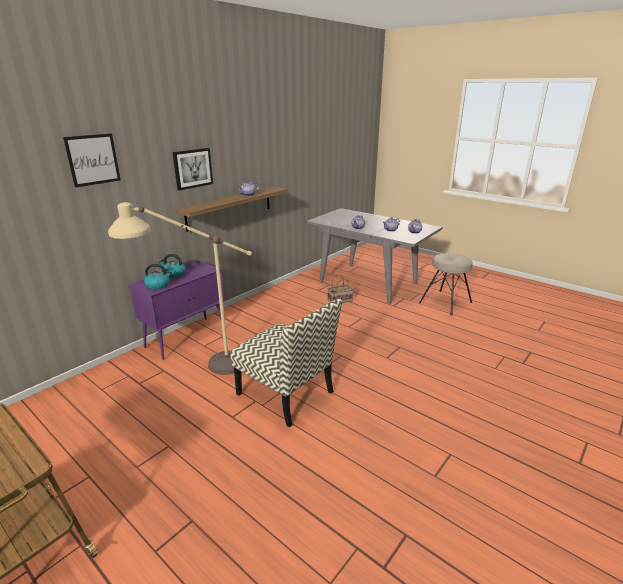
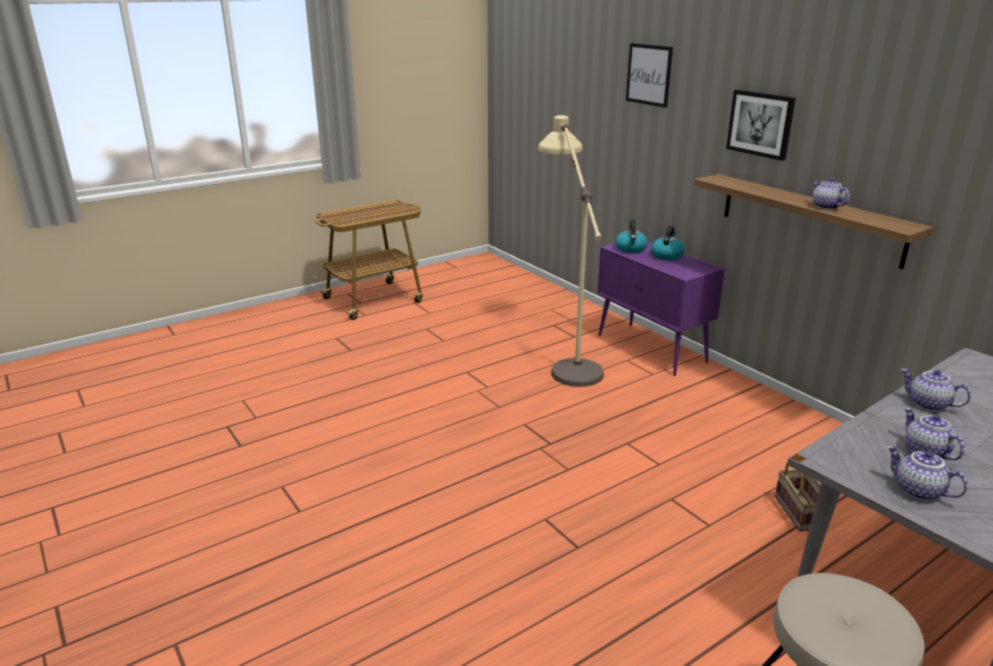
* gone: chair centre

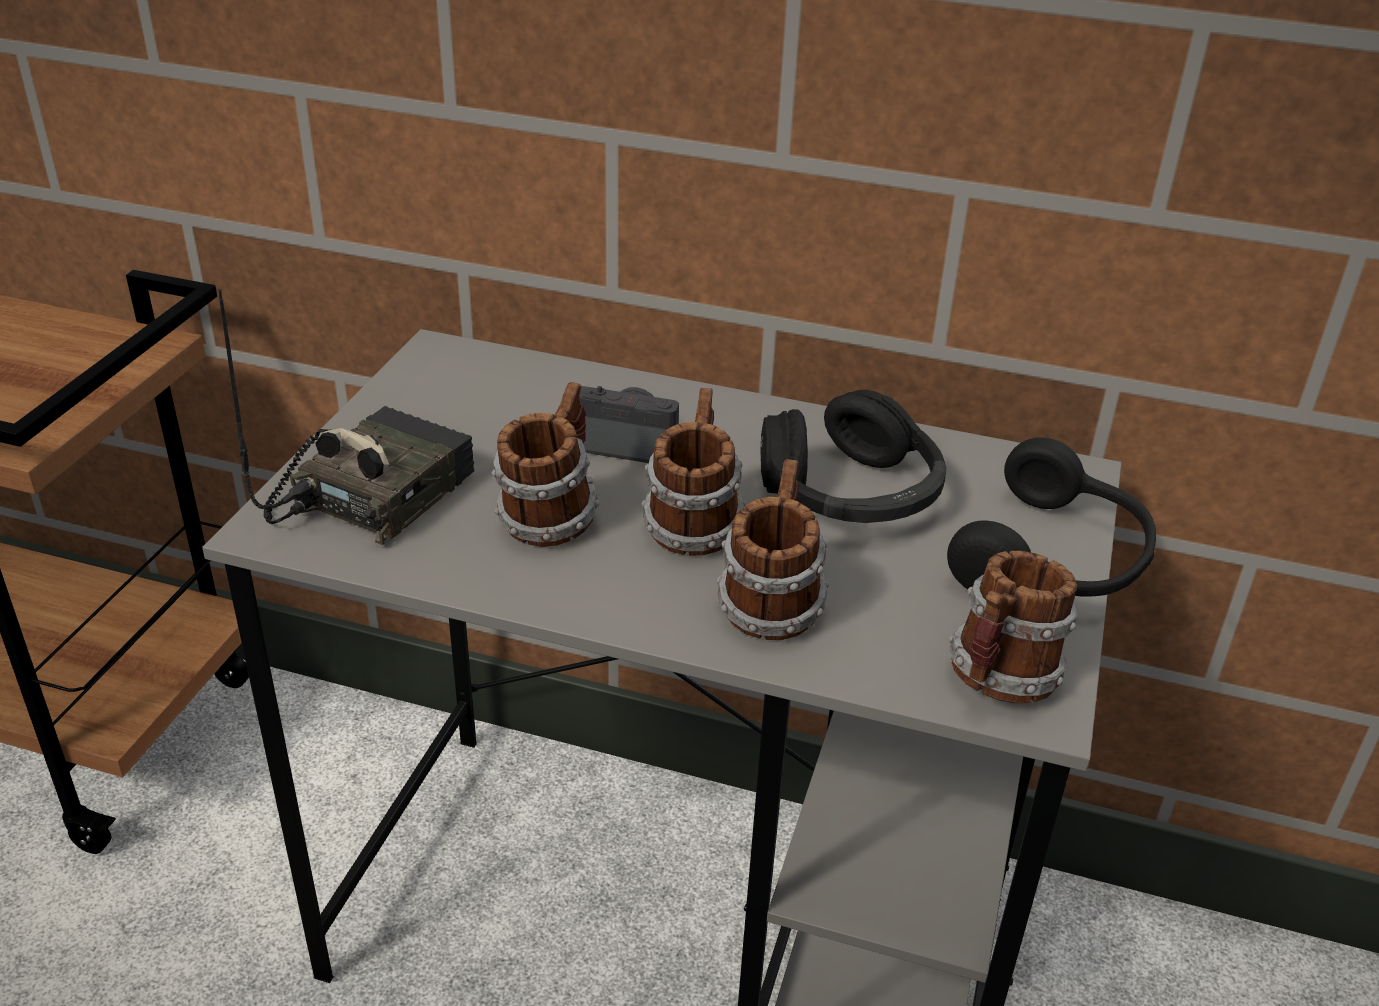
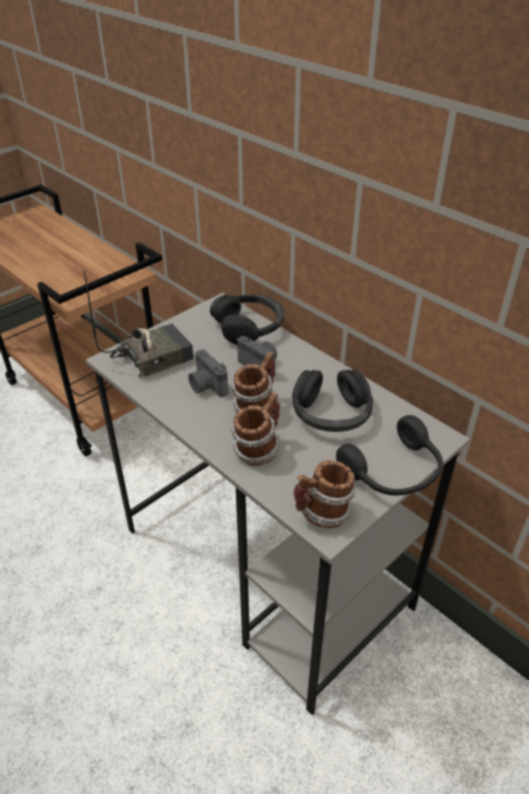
* swapped: mug (no. 1 from left) centre to photo camera (no. 1 from left) centre
* new: headphones (black) (no. 1 from left) centre

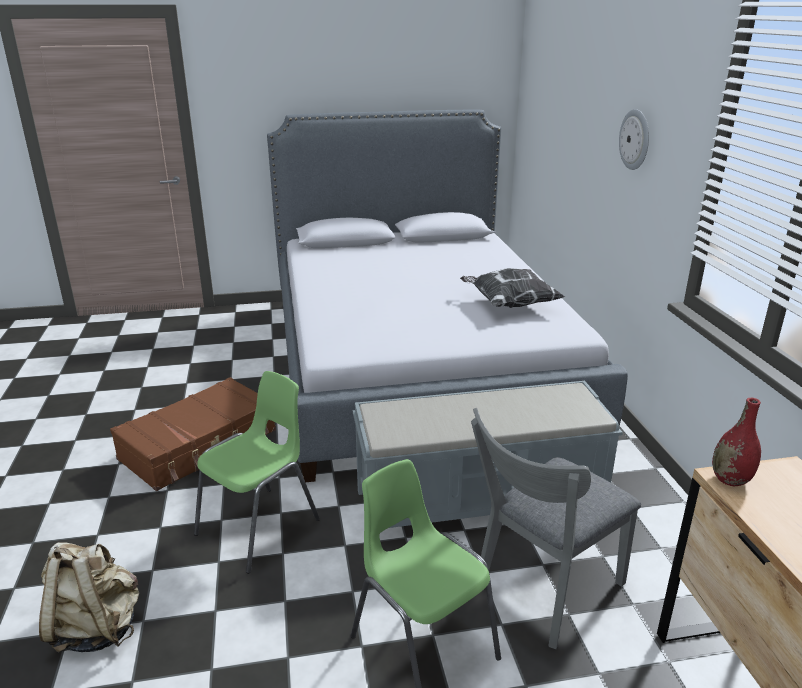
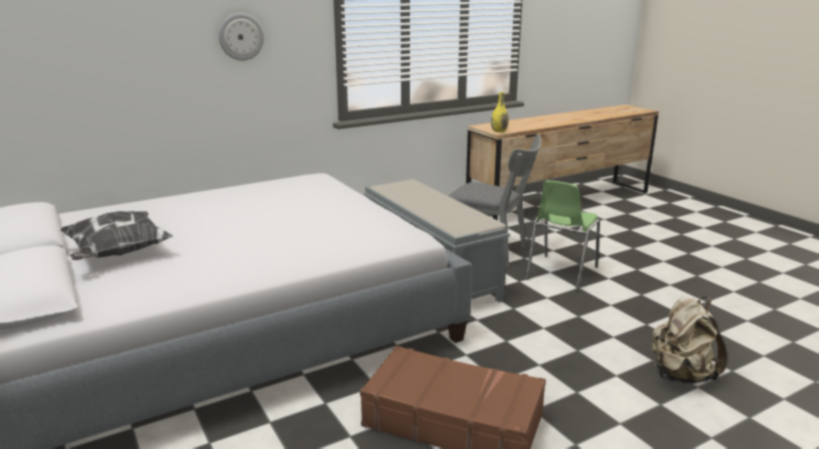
* gone: chair (green) (no. 1 from left) bottom left
* shifted: pillow centre to middle left
* repainted: vase (red) middle right to vase (yellow) top centre

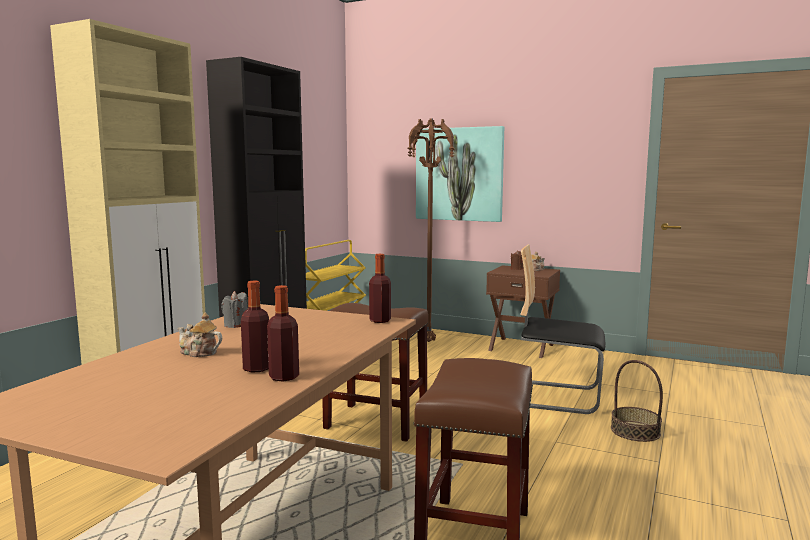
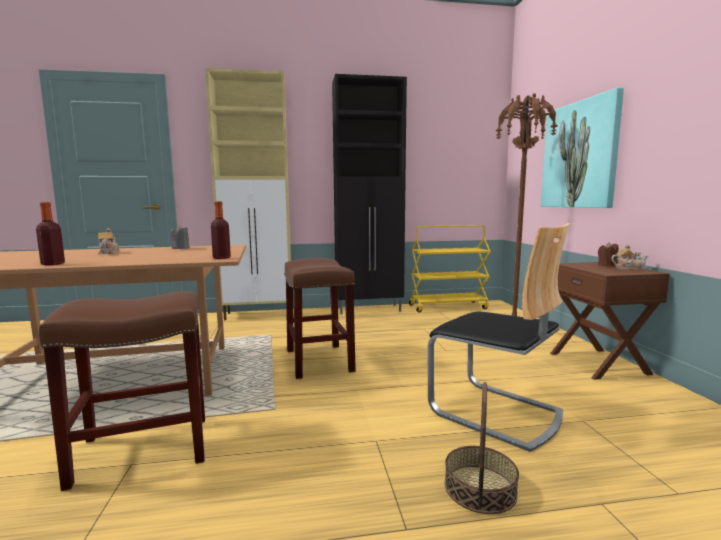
* gone: bottle (no. 1 from left) middle left
* rotated: chair middle right = middle right 150 degrees clockwise

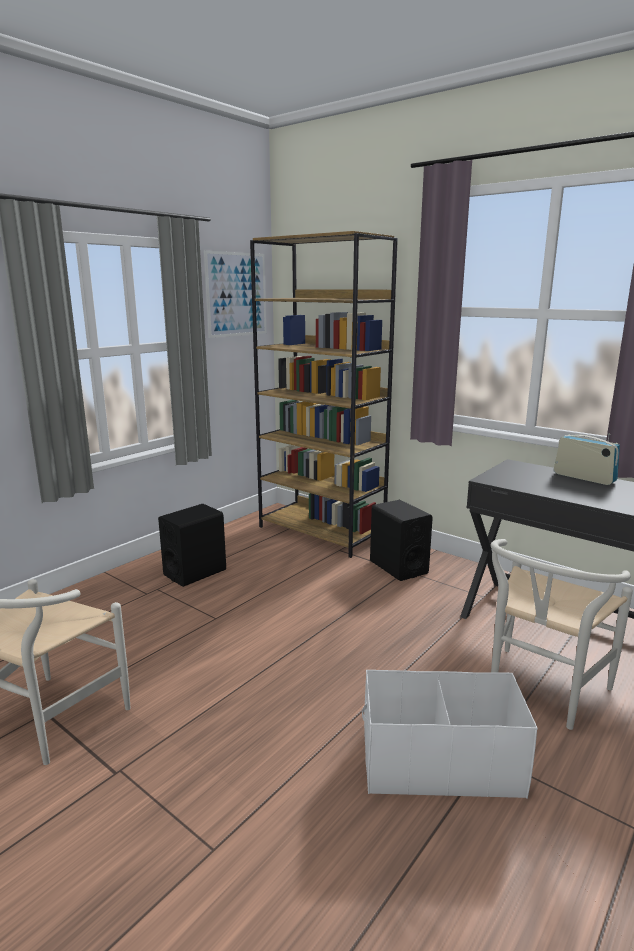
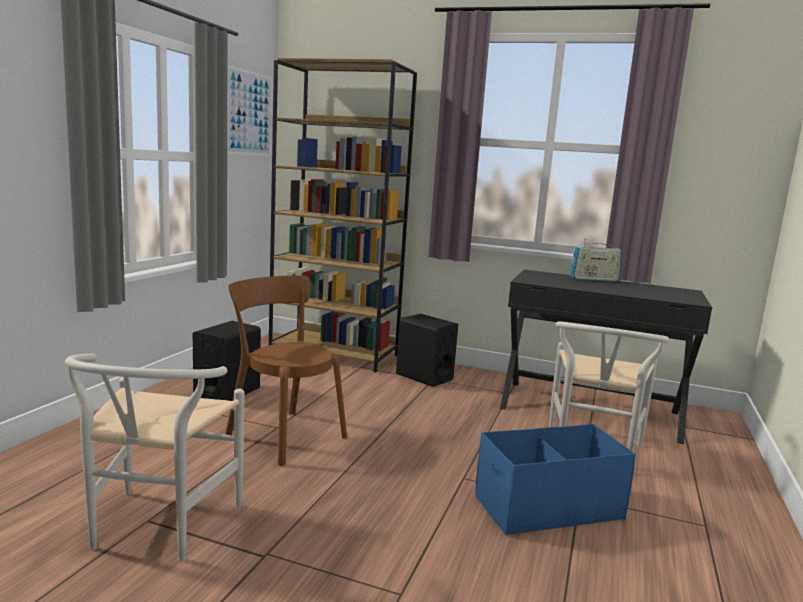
* repainted: storage box (white) bottom right to storage box (blue) bottom right
* rotated: radio middle right = middle right 150 degrees clockwise
* new: chair (brown) centre

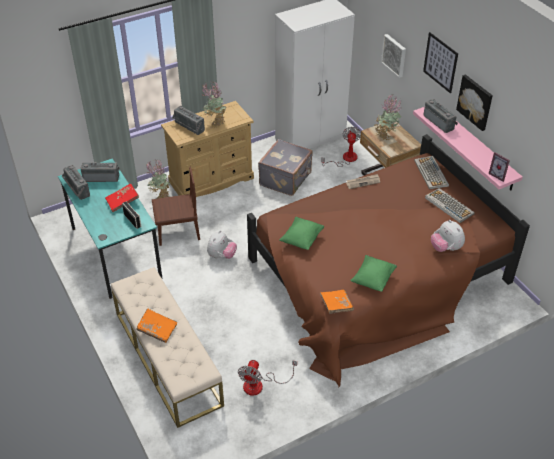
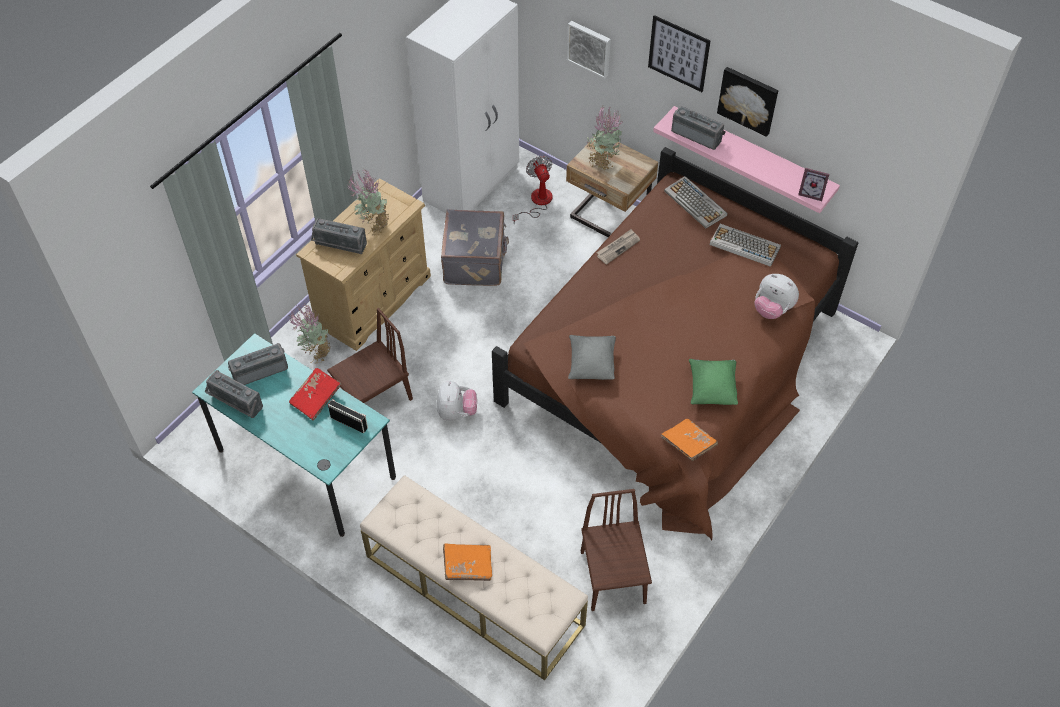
* swapped: fan (no. 1 from left) bottom centre to chair (brown) (no. 2 from left) bottom centre
* repainted: pillow (green) (no. 1 from left) centre to pillow (grey) centre

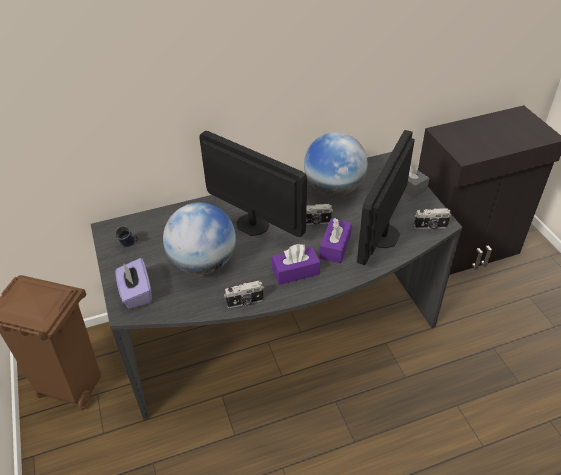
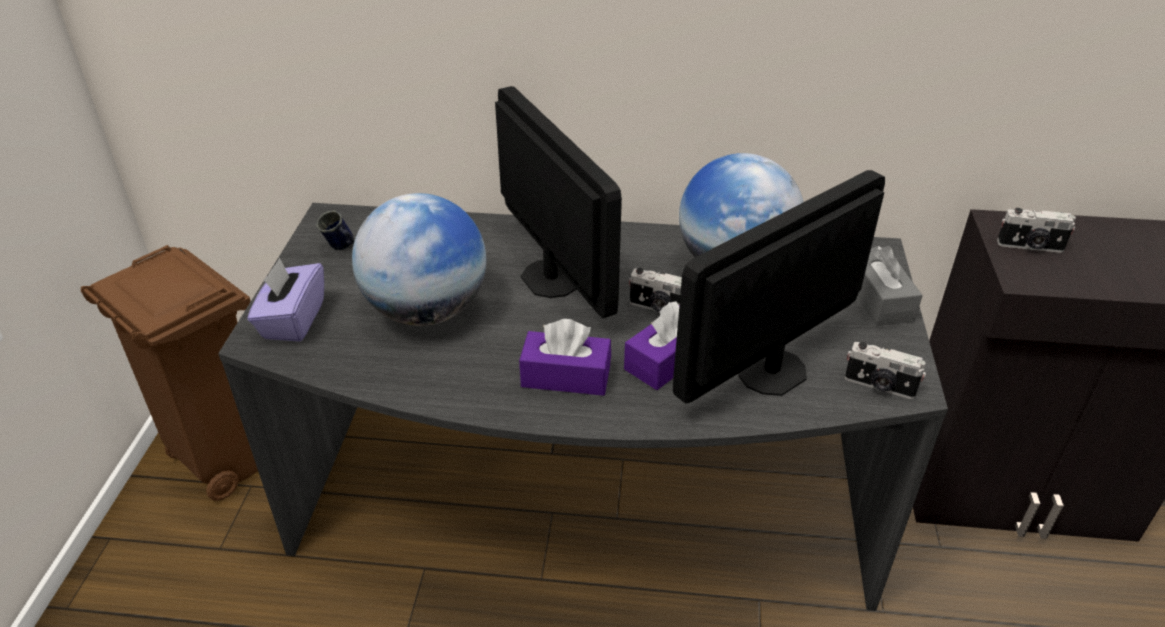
* shifted: photo camera (no. 1 from left in the first image) centre to photo camera (no. 3 from left) middle right

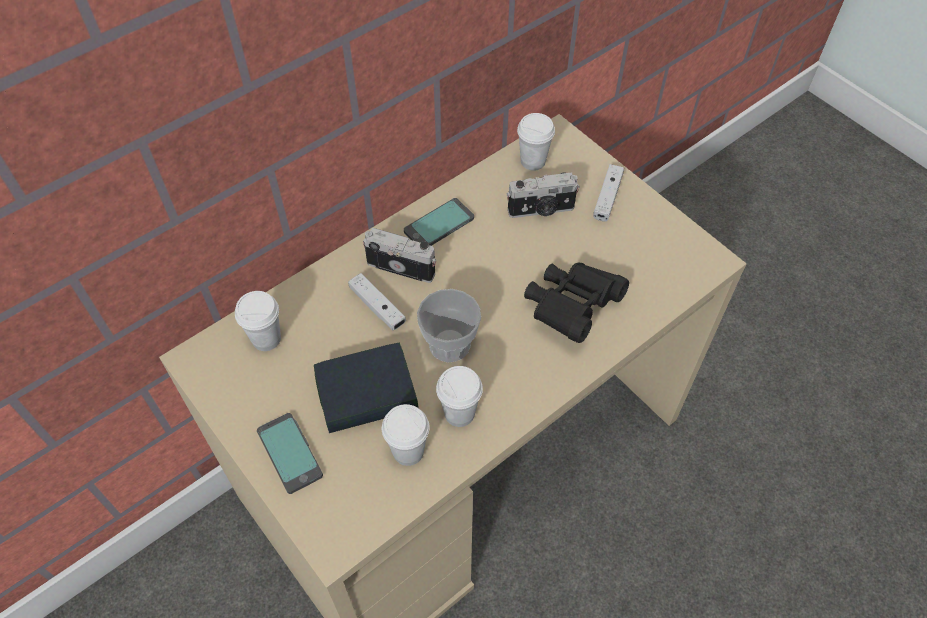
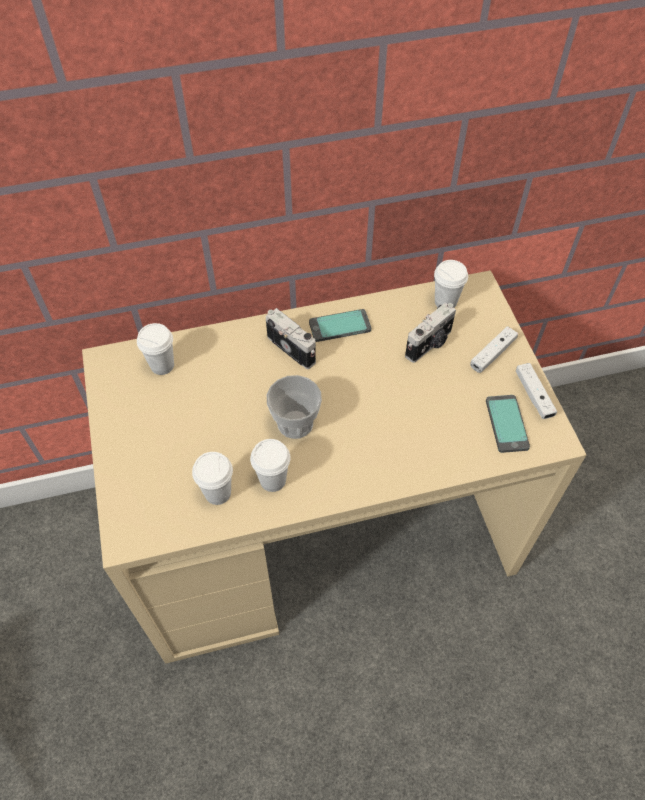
* shifted: phone (no. 1 from left in the first image) bottom left to phone (no. 2 from left) middle right
* gone: book centre
* shifted: game controller (white) (no. 1 from left in the first image) centre to game controller (white) (no. 2 from left) middle right
* rotated: photo camera (no. 2 from left) top centre = middle right 60 degrees counterclockwise
* gone: binoculars (black) centre

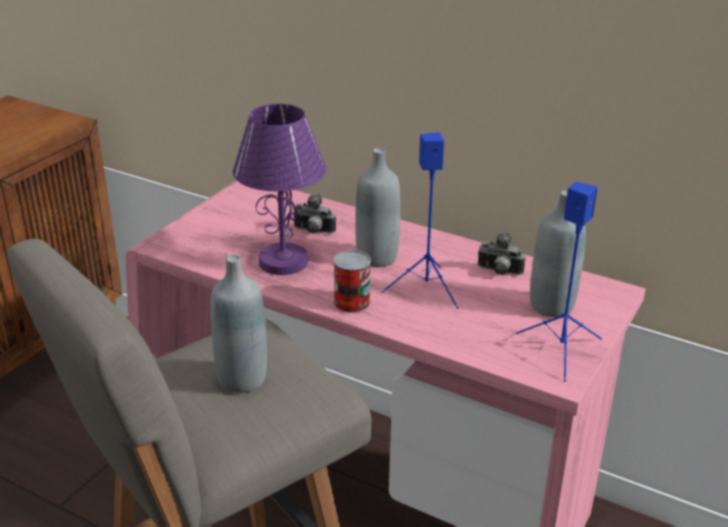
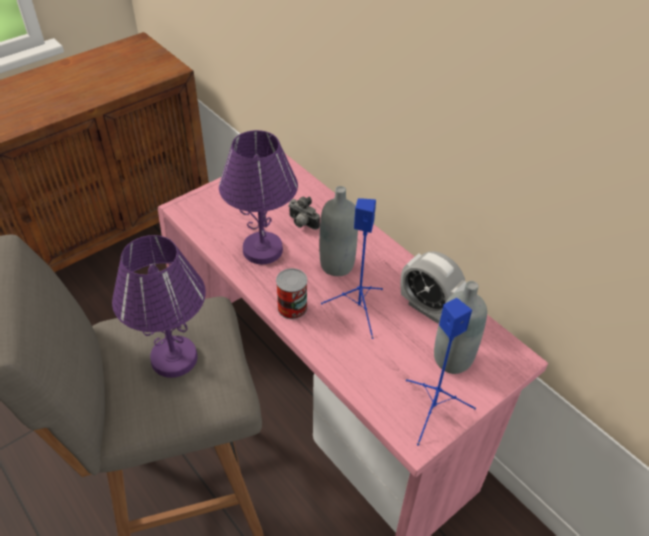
* swapped: bottle (grey) (no. 1 from left) middle left to table lamp (purple) (no. 1 from left) middle left
* swapped: photo camera (no. 2 from left) middle right to alarm clock middle right

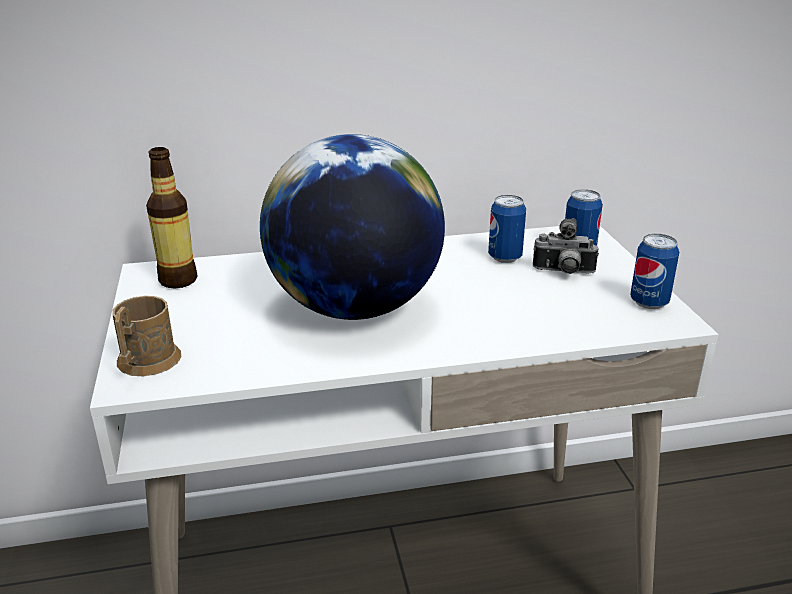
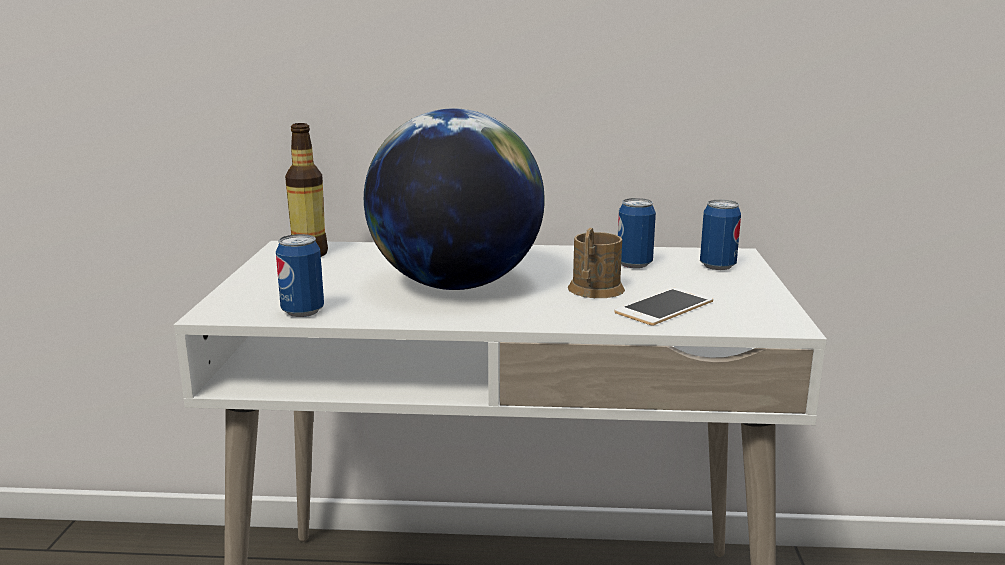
* shifted: mug (brown) middle left to centre
* gone: photo camera middle right
* shifted: can (no. 3 from left in the first image) middle right to can (no. 1 from left) middle left
* new: phone centre

